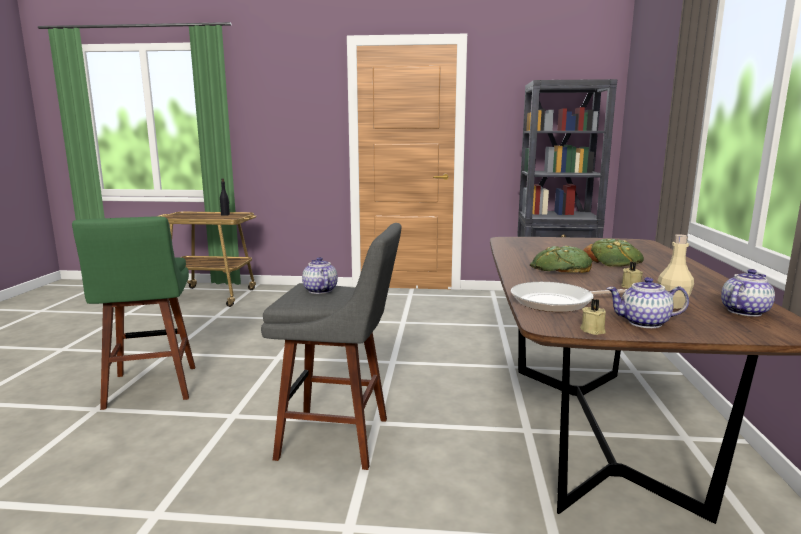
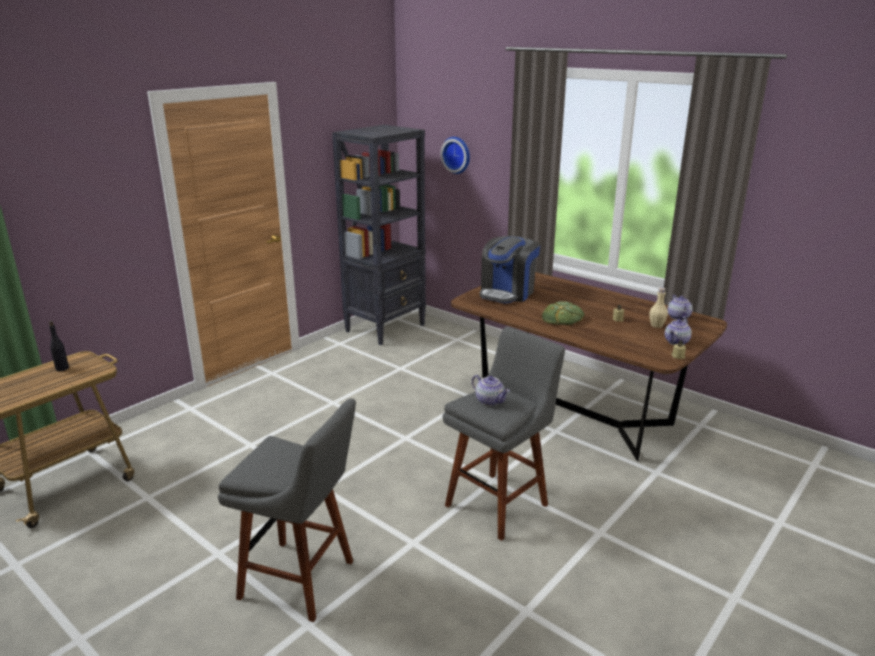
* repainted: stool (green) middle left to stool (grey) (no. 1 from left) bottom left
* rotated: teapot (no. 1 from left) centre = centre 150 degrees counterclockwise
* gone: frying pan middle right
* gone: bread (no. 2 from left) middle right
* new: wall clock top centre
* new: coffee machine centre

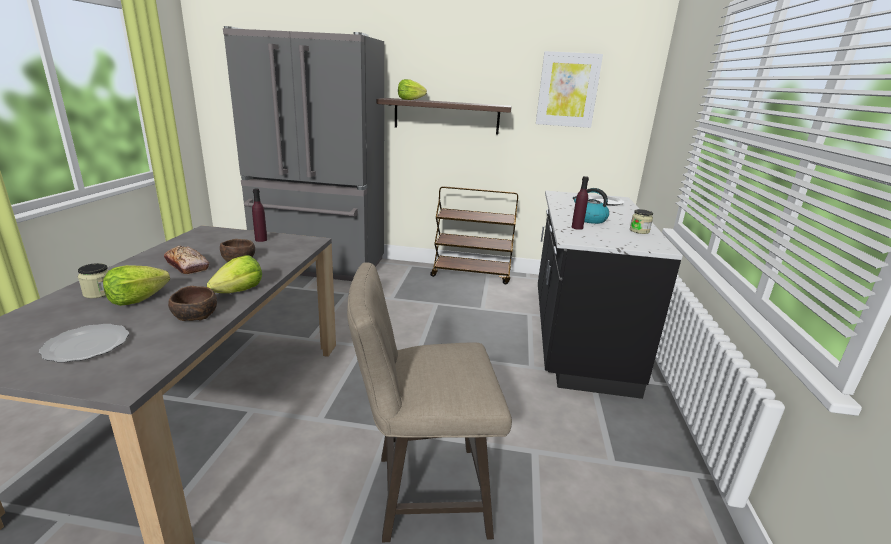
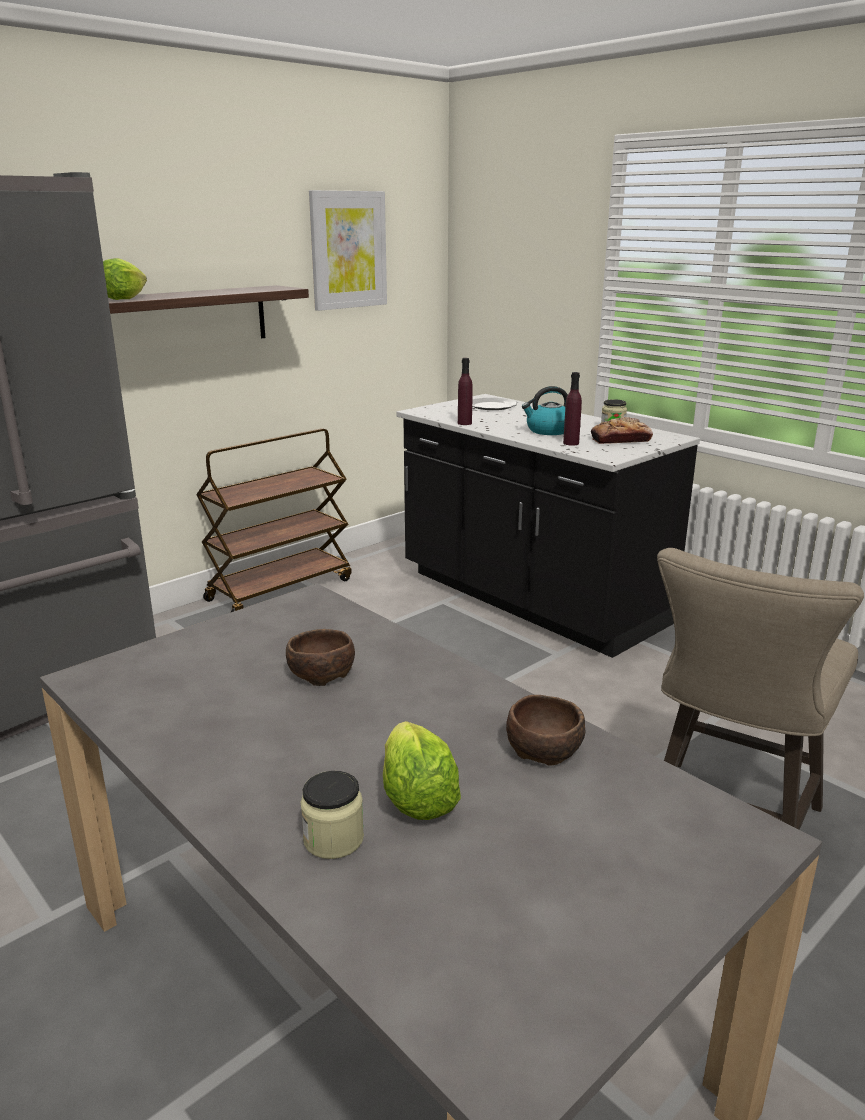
* gone: plate (no. 1 from left) middle left
* shifted: bread middle left to middle right
* gone: lettuce (no. 2 from left) middle left
* shifted: bottle (purple) (no. 1 from left) middle left to centre

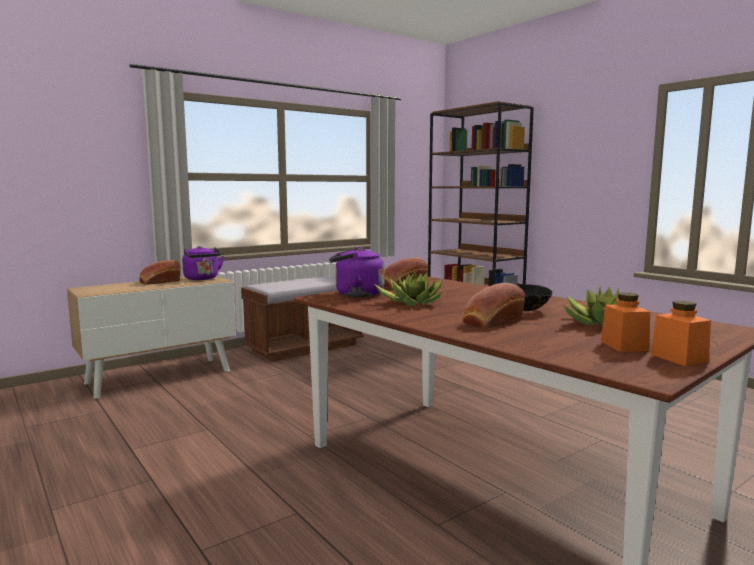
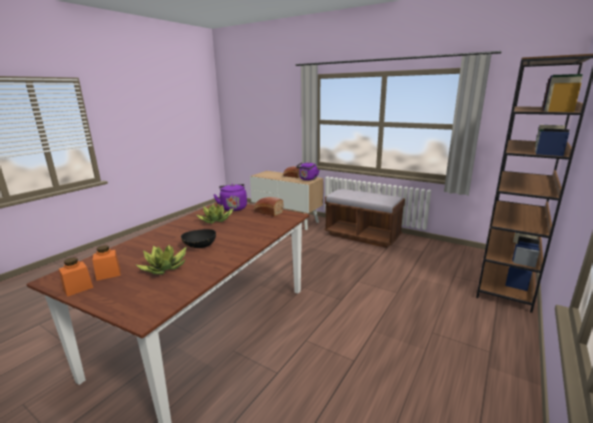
* gone: bread (no. 3 from left) centre

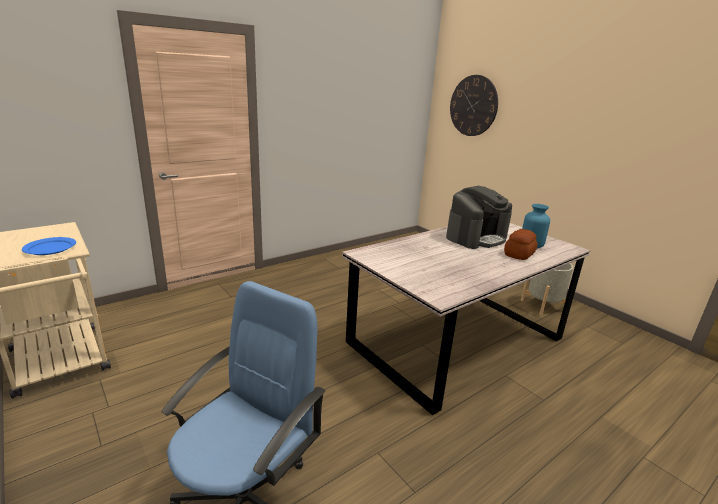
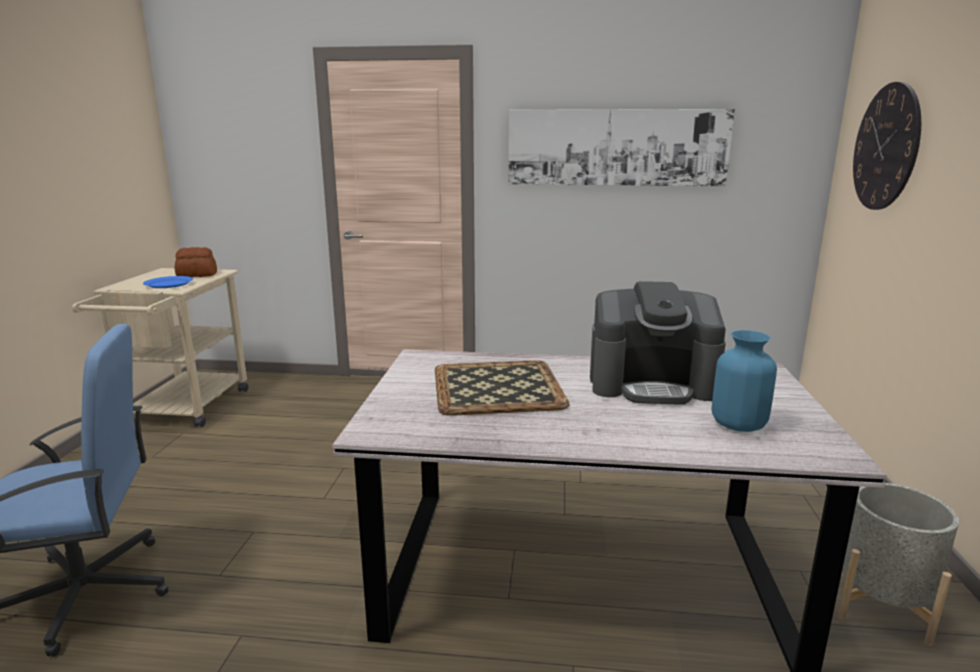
* shifted: bread middle right to middle left
* new: tray centre
* new: picture top centre

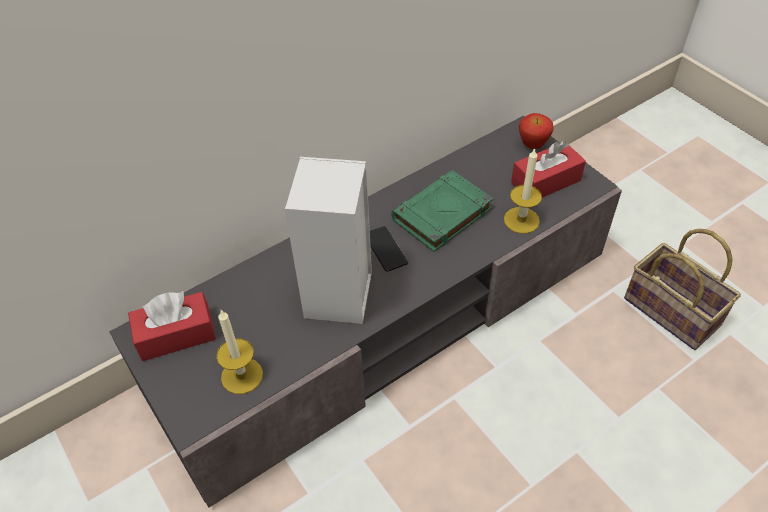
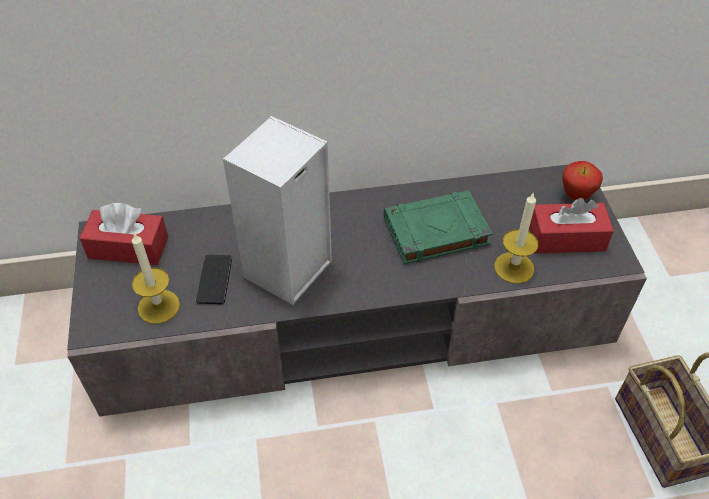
* shifted: phone centre to middle left

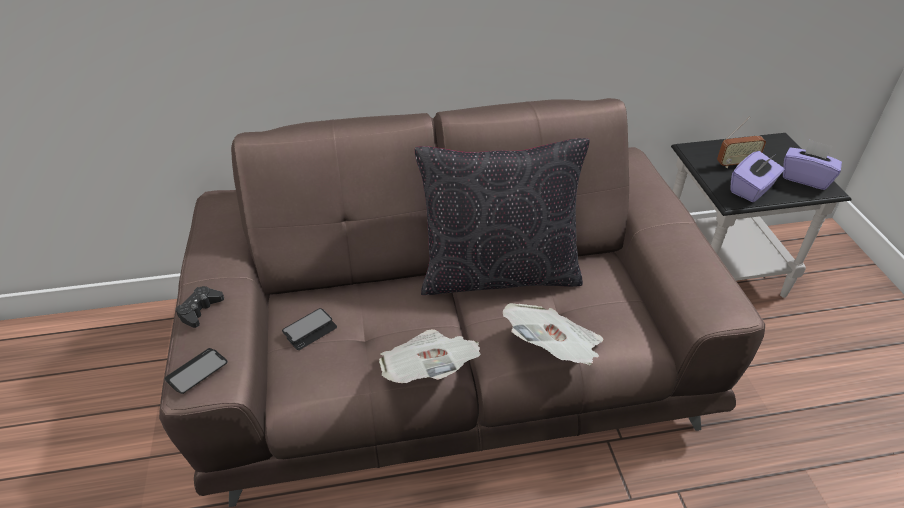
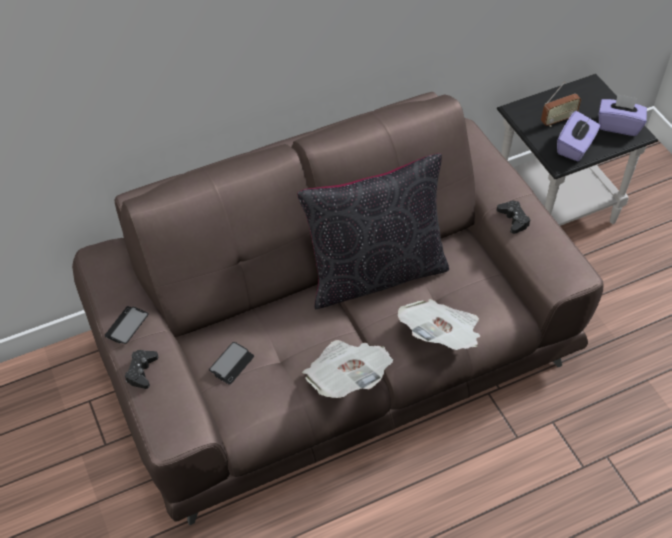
* shifted: phone (no. 1 from left) bottom left to middle left
* new: game controller (black) (no. 2 from left) middle right

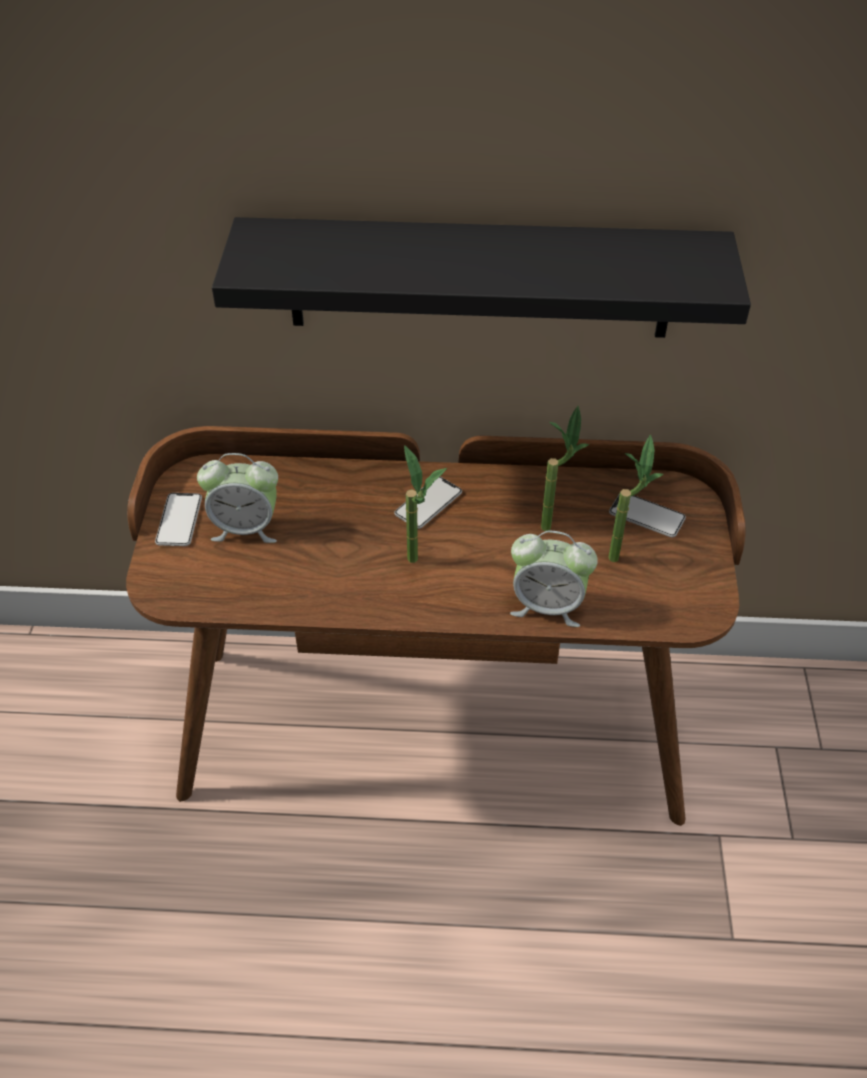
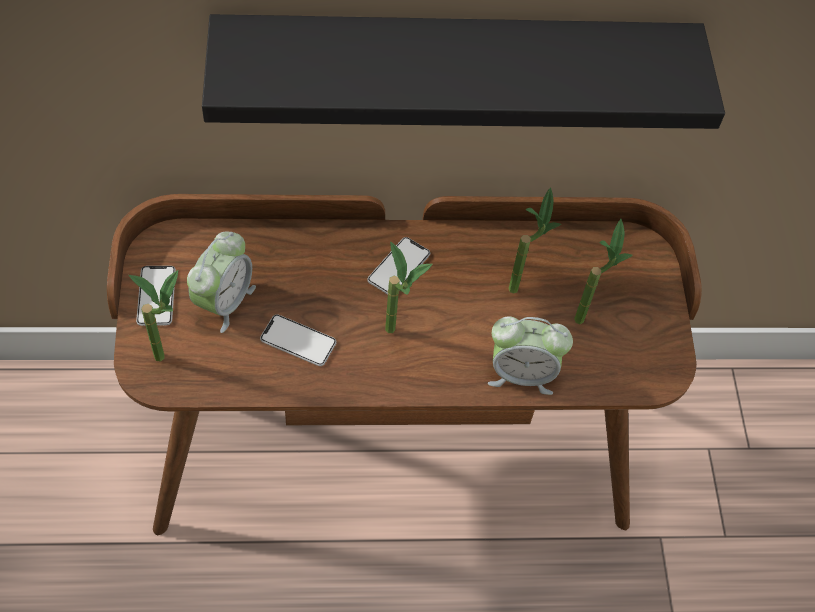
* rotated: alarm clock (no. 1 from left) middle left = middle left 60 degrees counterclockwise
* shifted: phone (no. 3 from left in the first image) middle right to phone (no. 2 from left) centre
* new: potted plant (no. 1 from left) middle left

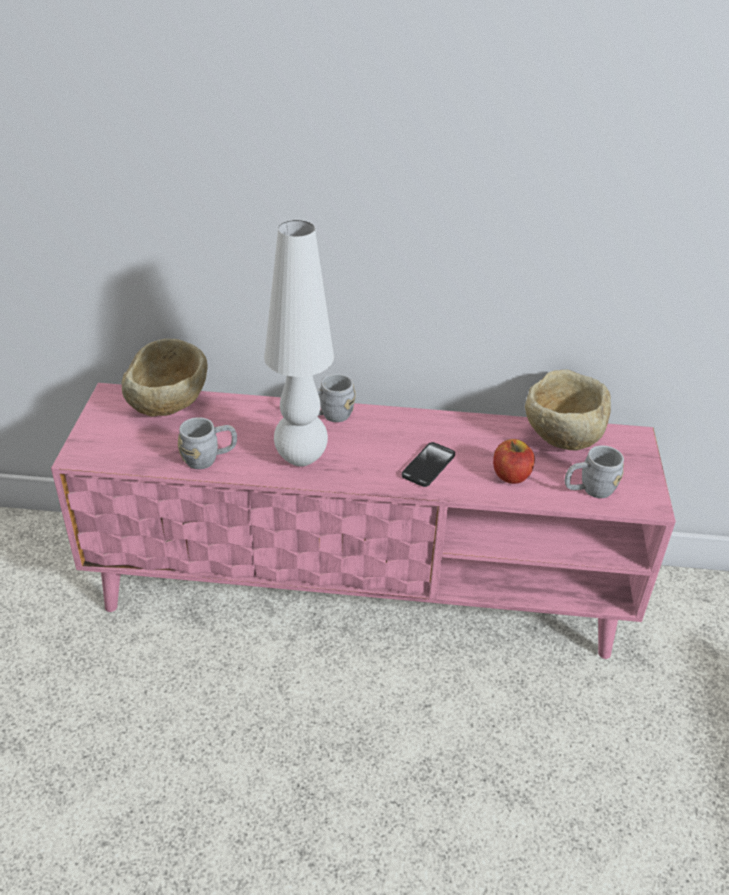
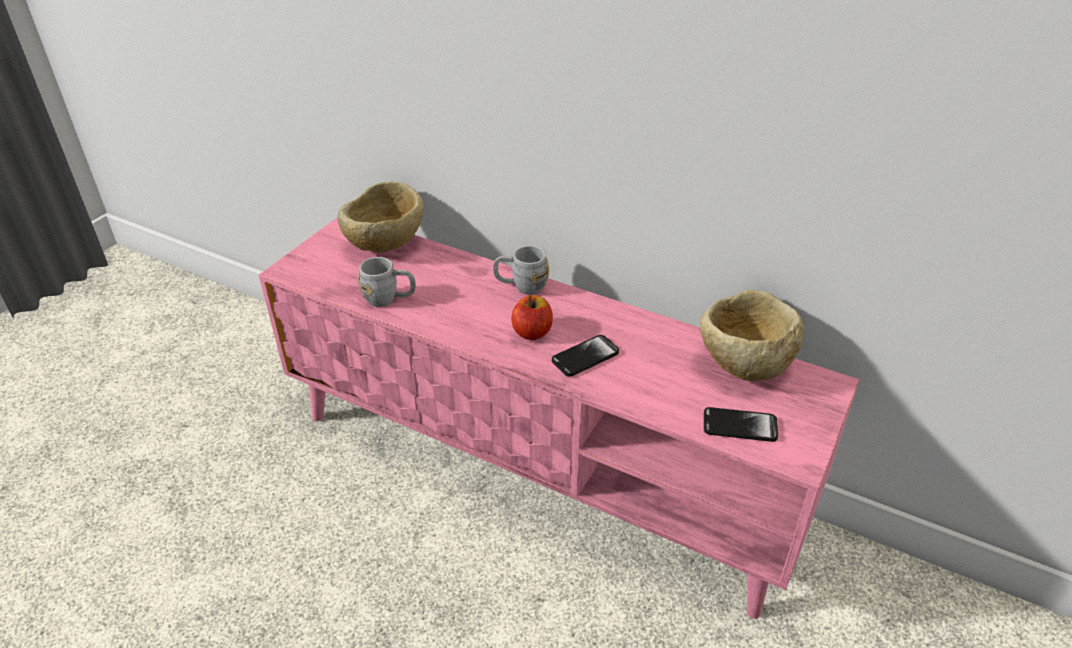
* gone: table lamp (white) centre
* shifted: apple middle right to centre
* swapped: mug (grey) (no. 3 from left) middle right to phone (no. 2 from left) middle right

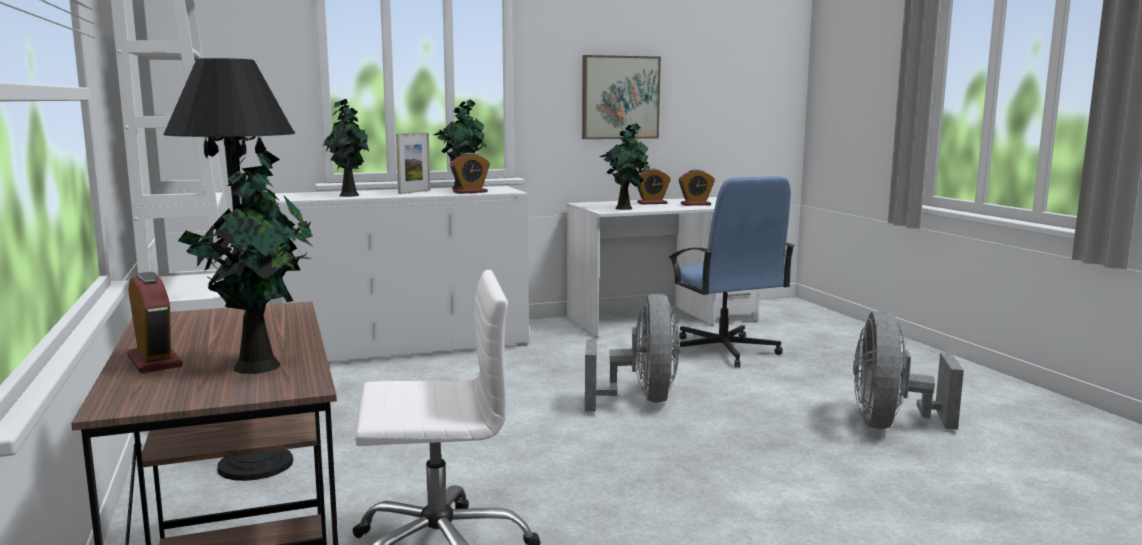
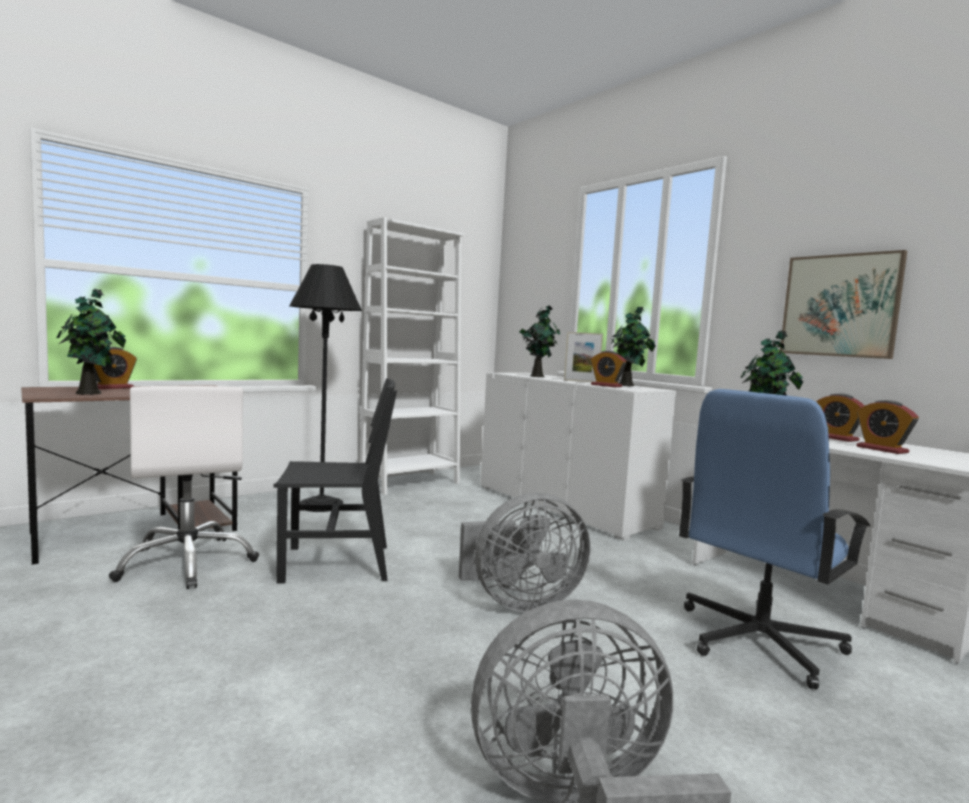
* new: chair (black) centre

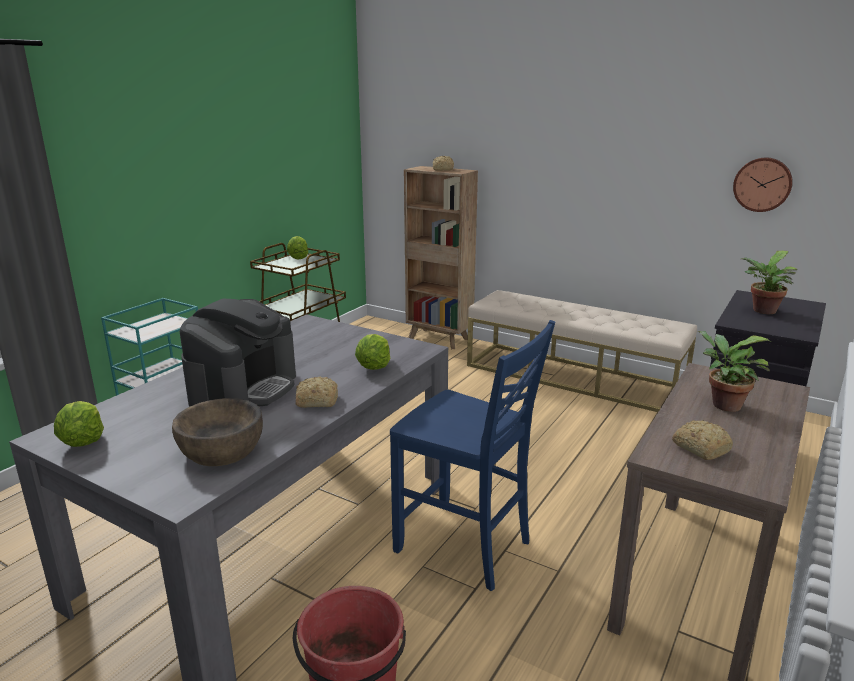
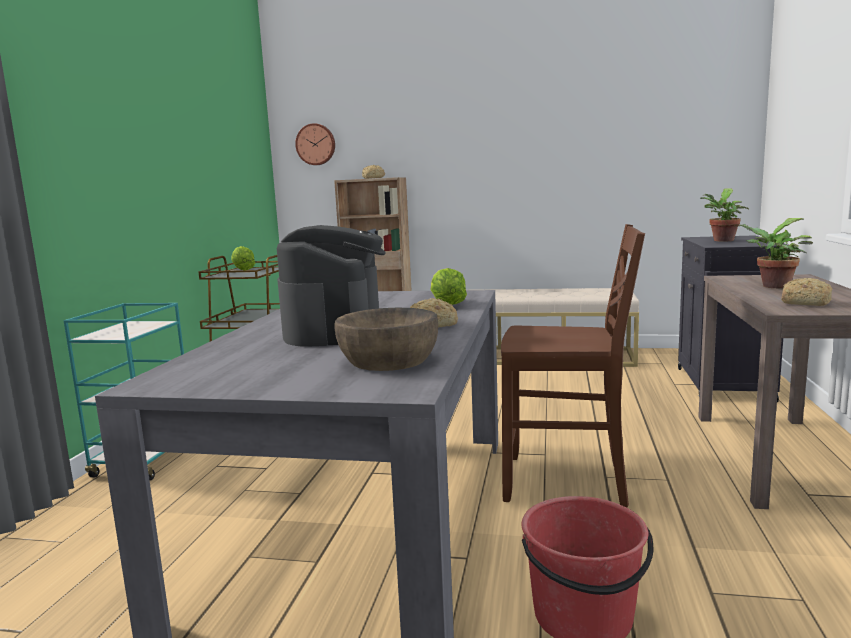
* gone: lettuce (no. 1 from left) middle left
* repainted: chair (blue) bottom centre to chair (brown) middle right
* shifted: wall clock top right to top centre

